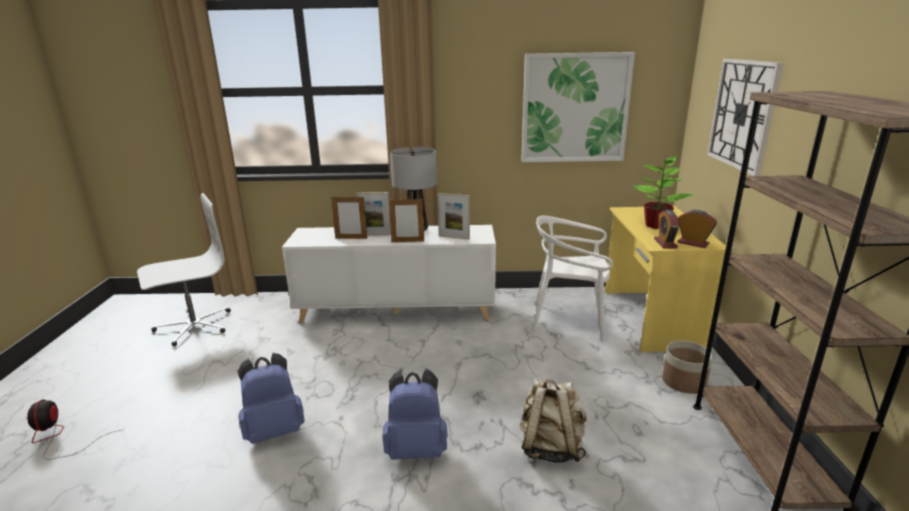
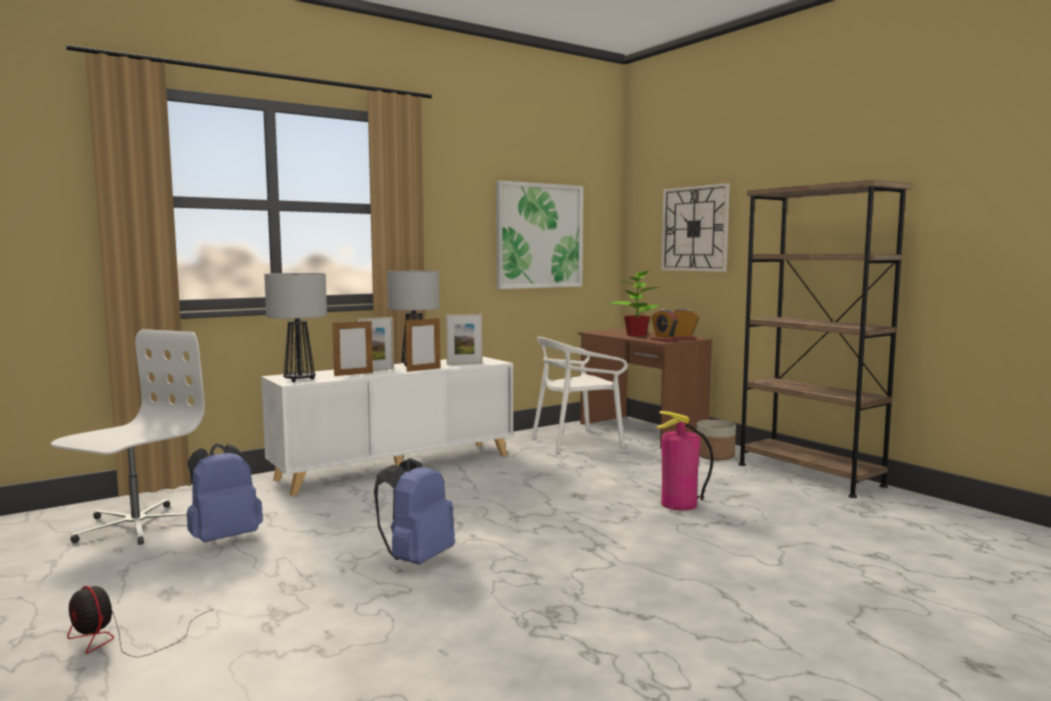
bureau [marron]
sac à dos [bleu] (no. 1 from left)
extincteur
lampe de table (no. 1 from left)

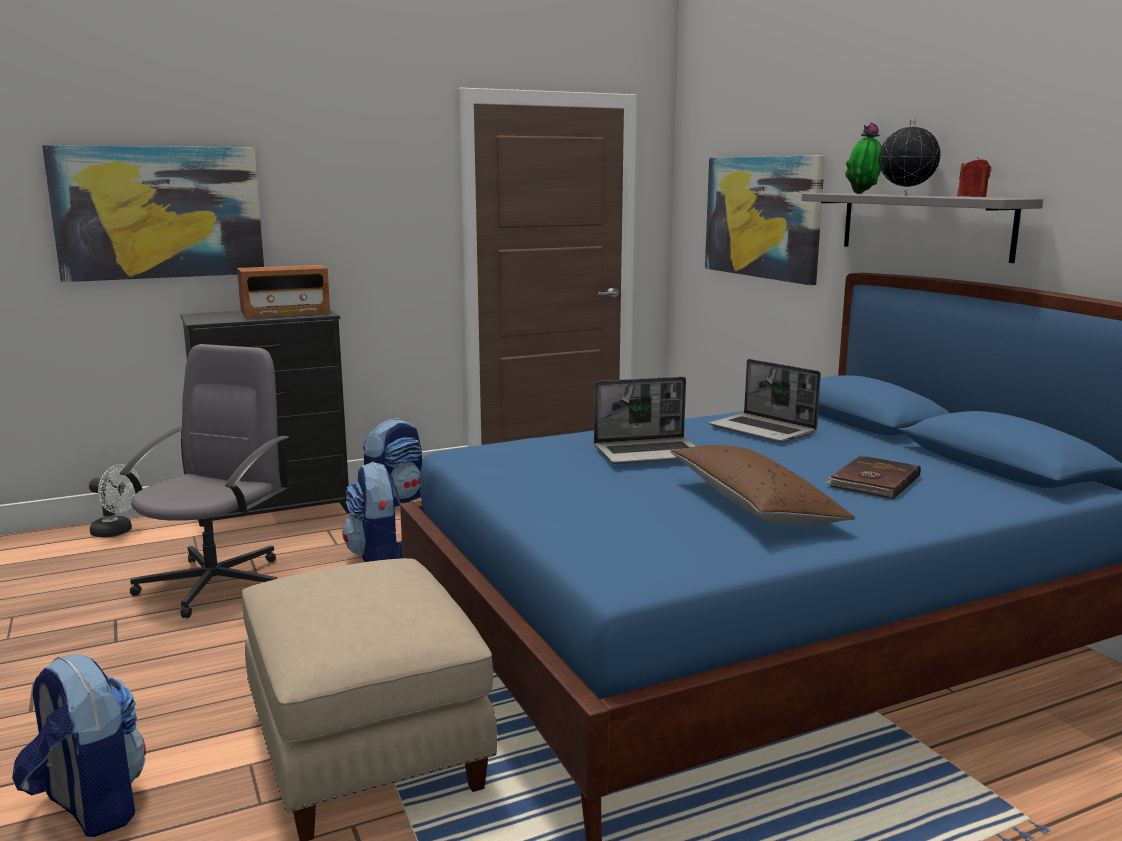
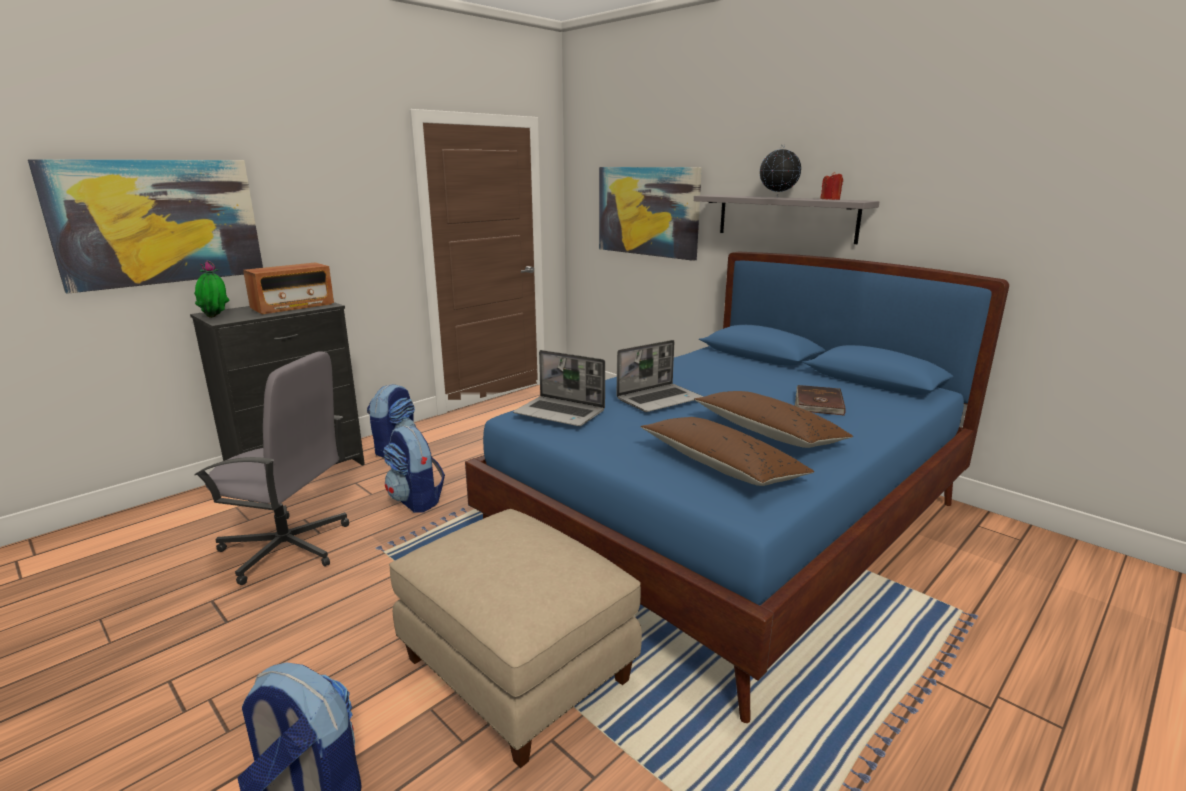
plante en pot
chaise de bureau [gris]
ordinateur portable (no. 1 from left)
ventilateur [blanc]
coussin [marron] (no. 1 from left)

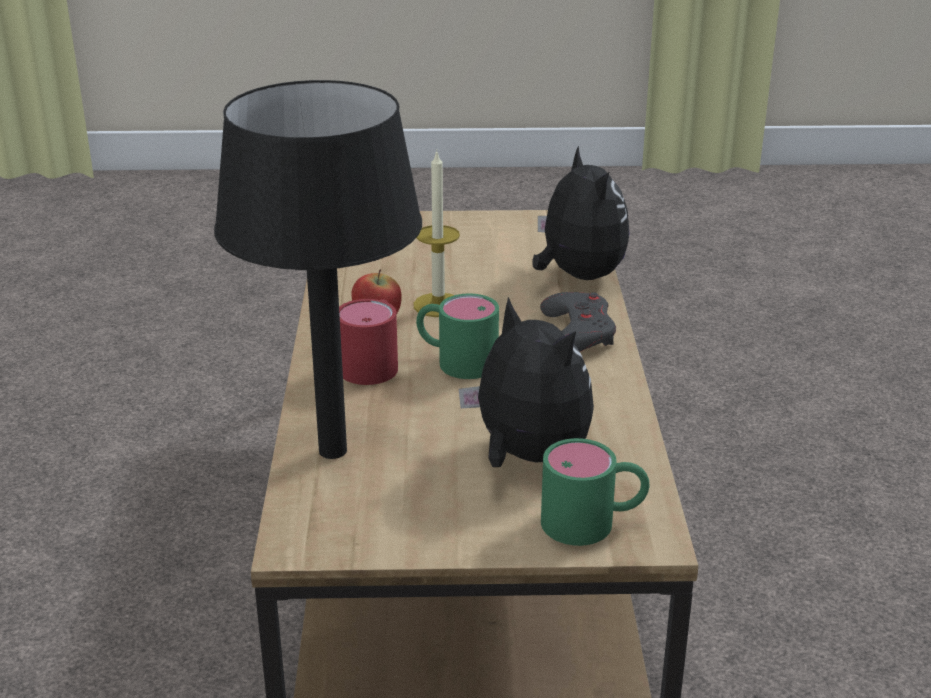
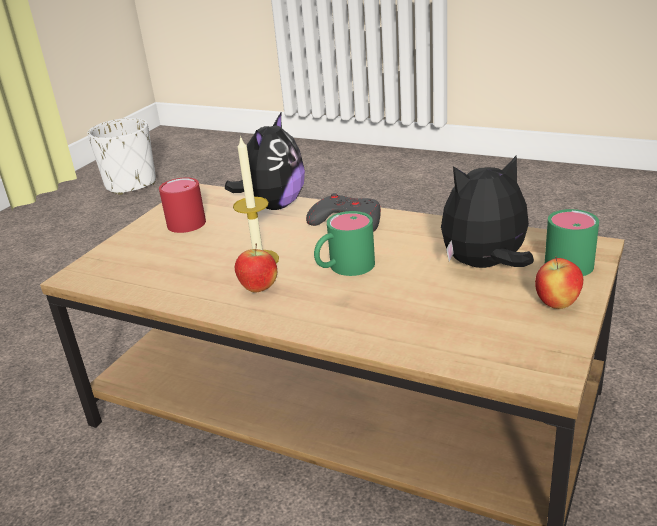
lampe de table [noir]
peluche (no. 1 from left)
mug [rouge]
cache-pot [blanc]
pomme (no. 2 from left)

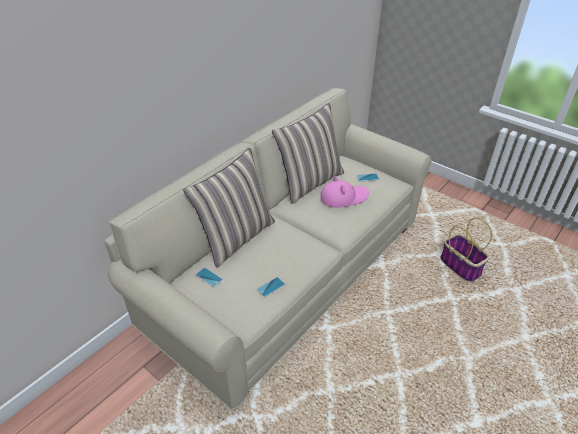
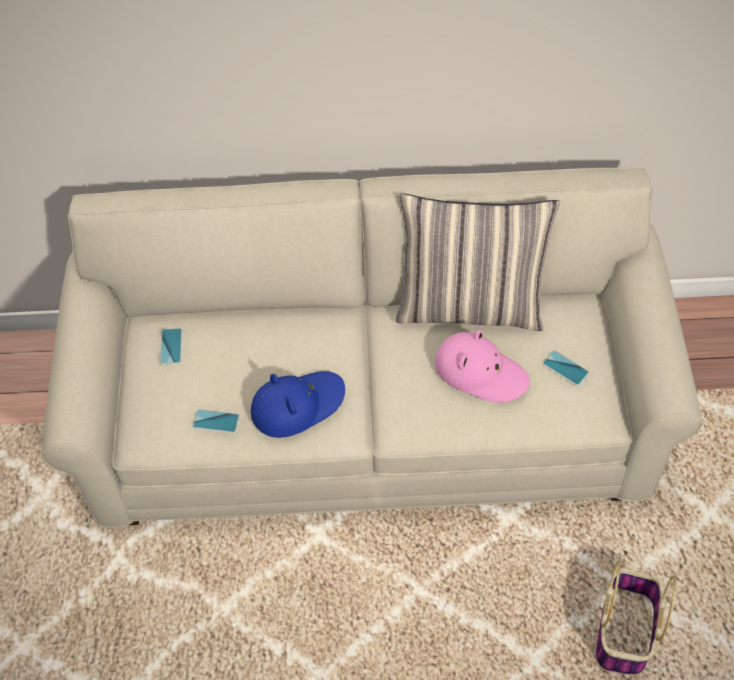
coussin (no. 1 from left in the first image)
chapeau [bleu]

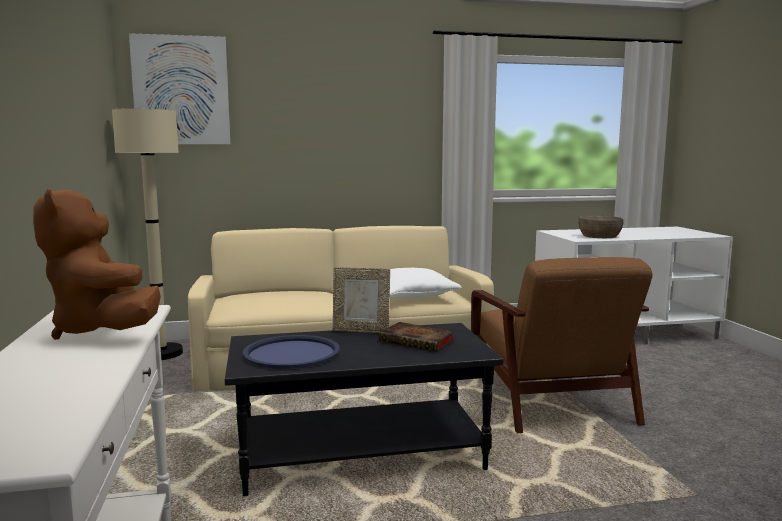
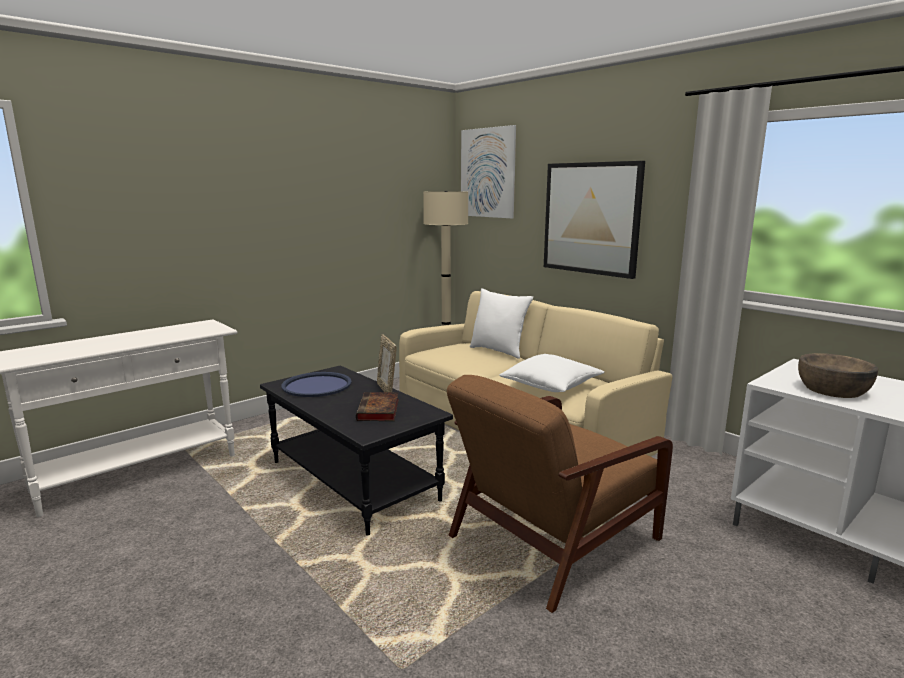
peluche [marron]
tableau (no. 2 from left)
coussin [blanc] (no. 1 from left)

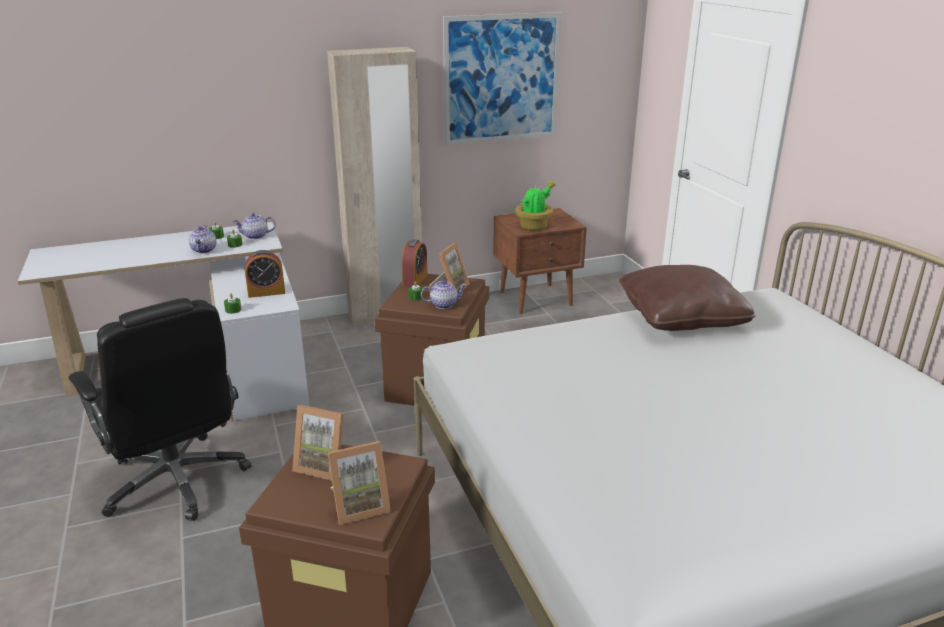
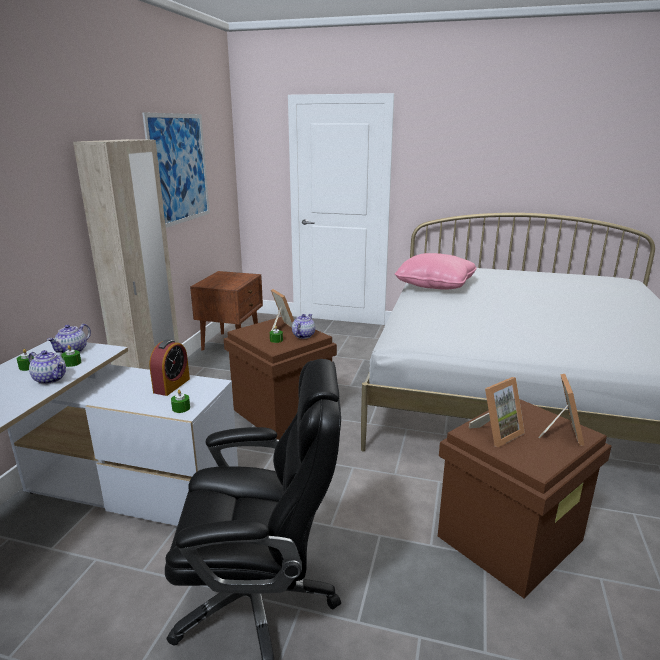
plante en pot
réveil (no. 2 from left in the first image)
coussin [rose]

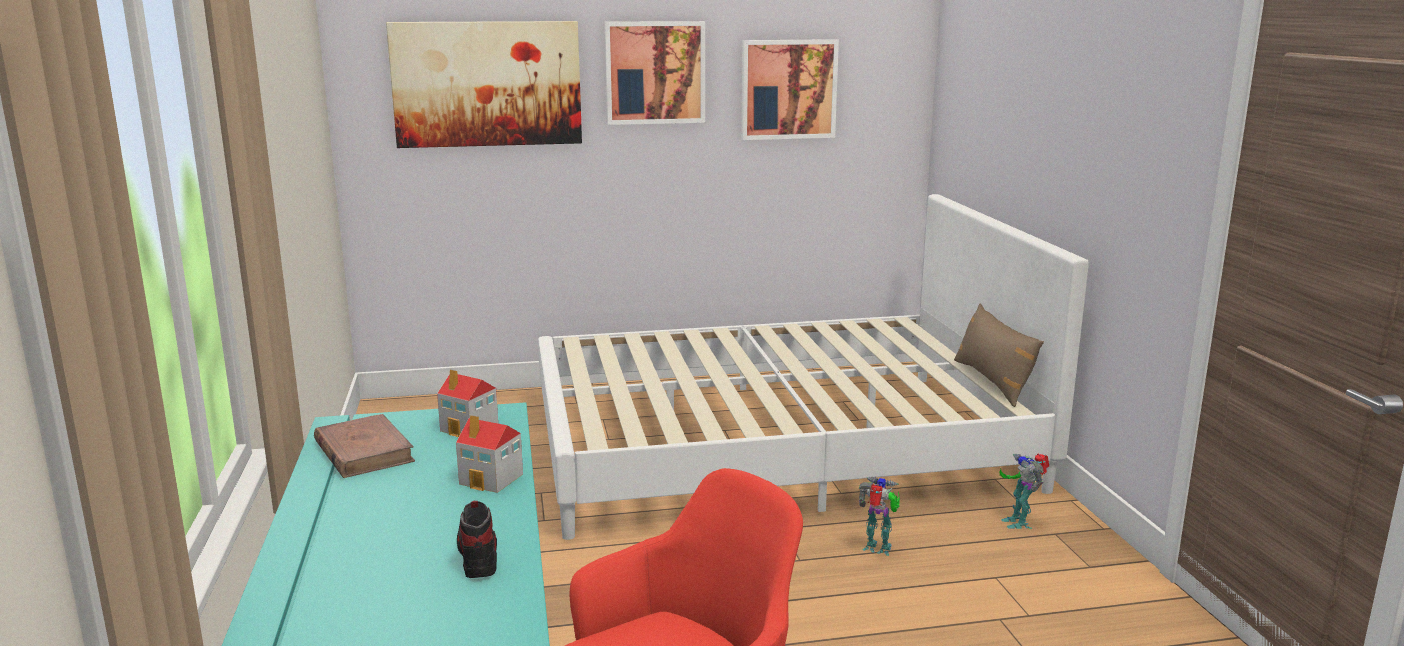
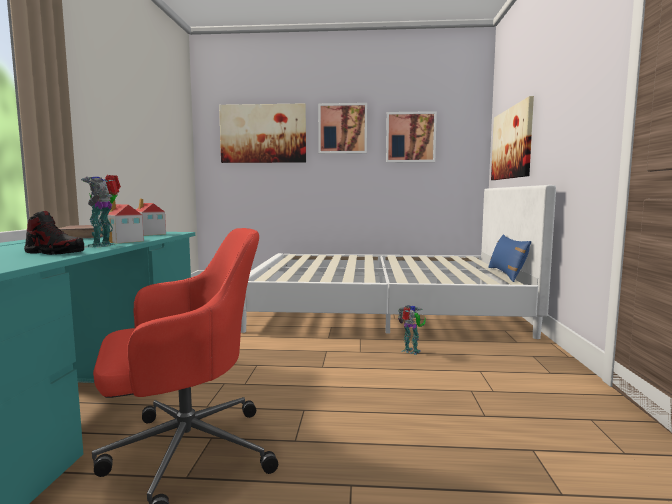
coussin [bleu]
robot jouet (no. 1 from left)
chaussure
tableau (no. 4 from left)

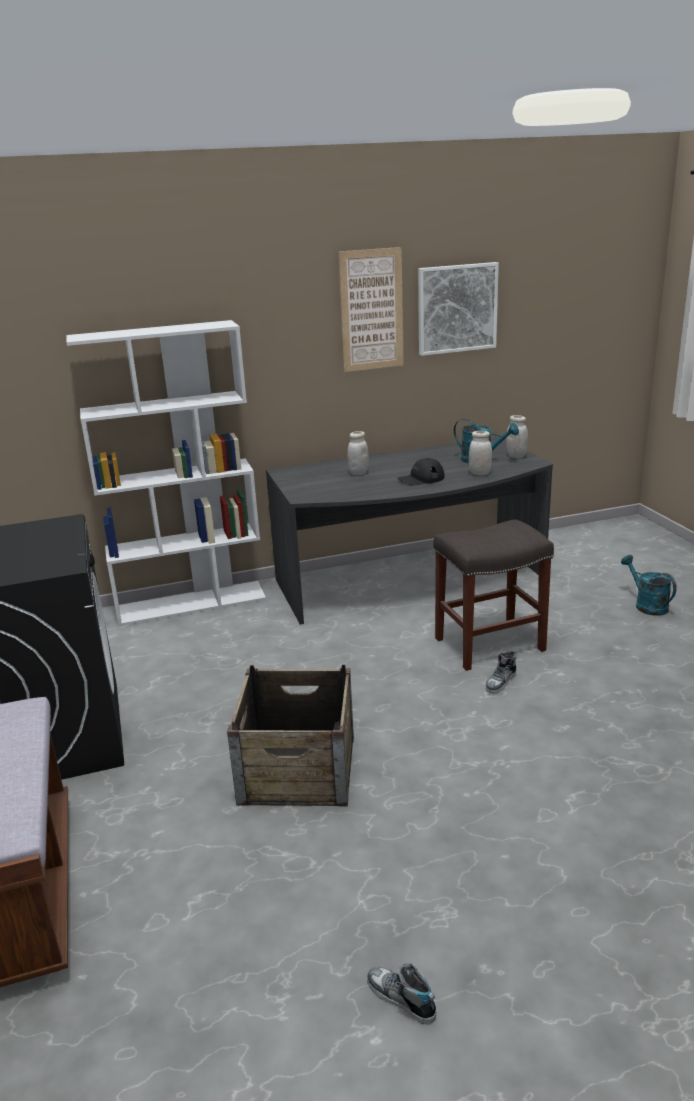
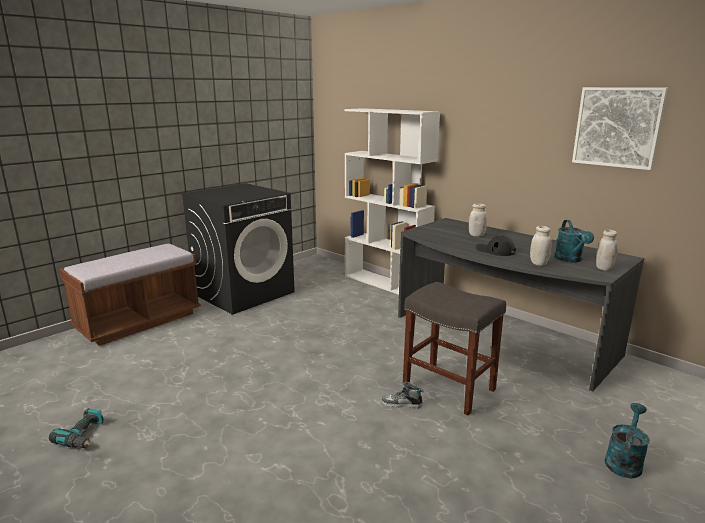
tableau (no. 1 from left in the first image)
caisse
perceuse

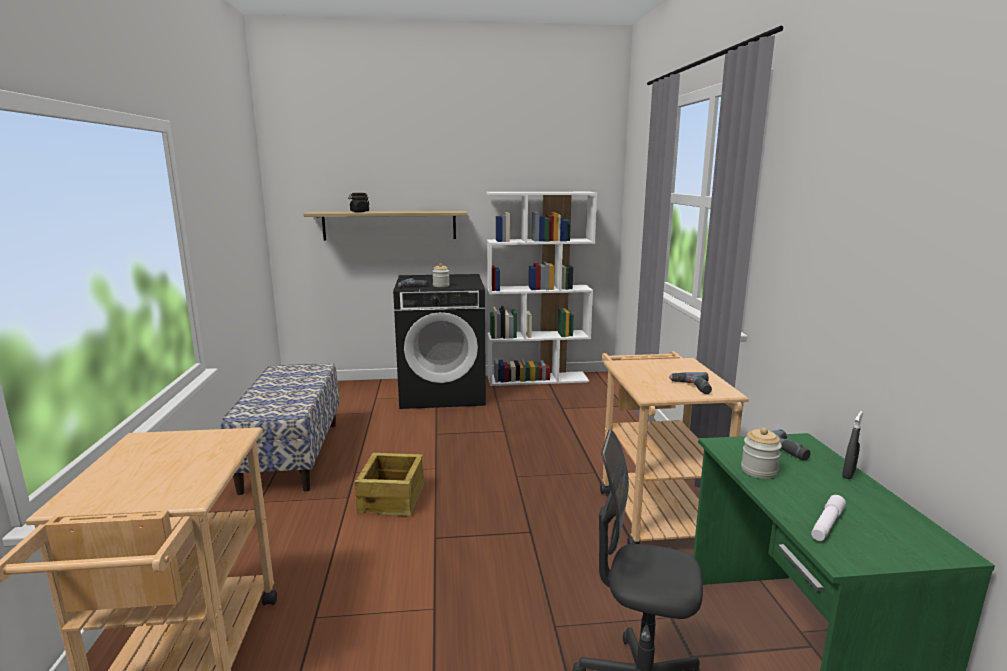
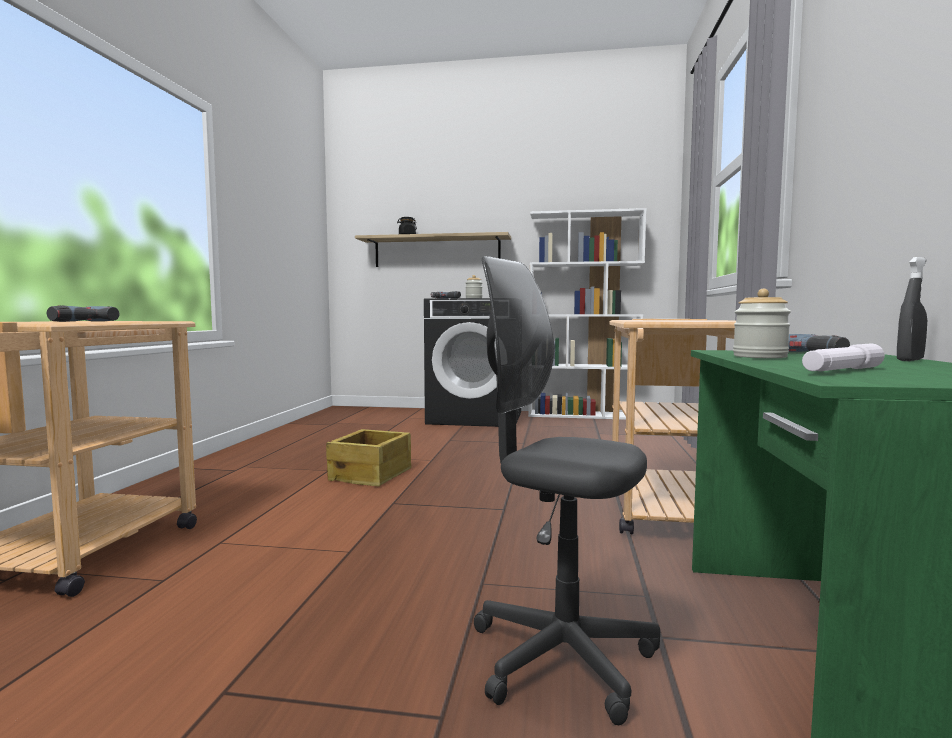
banc
perceuse (no. 1 from left)

